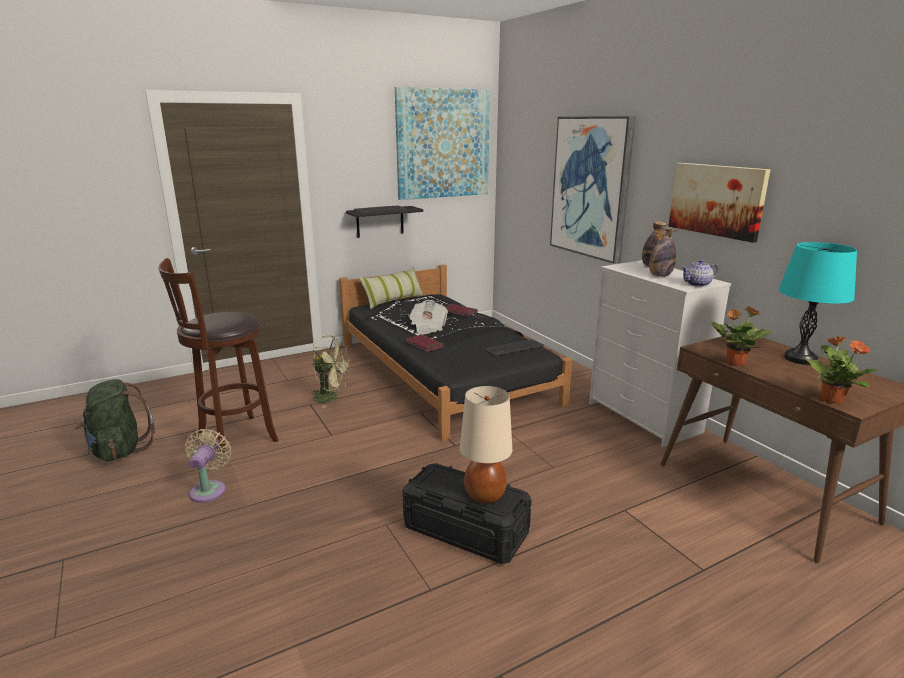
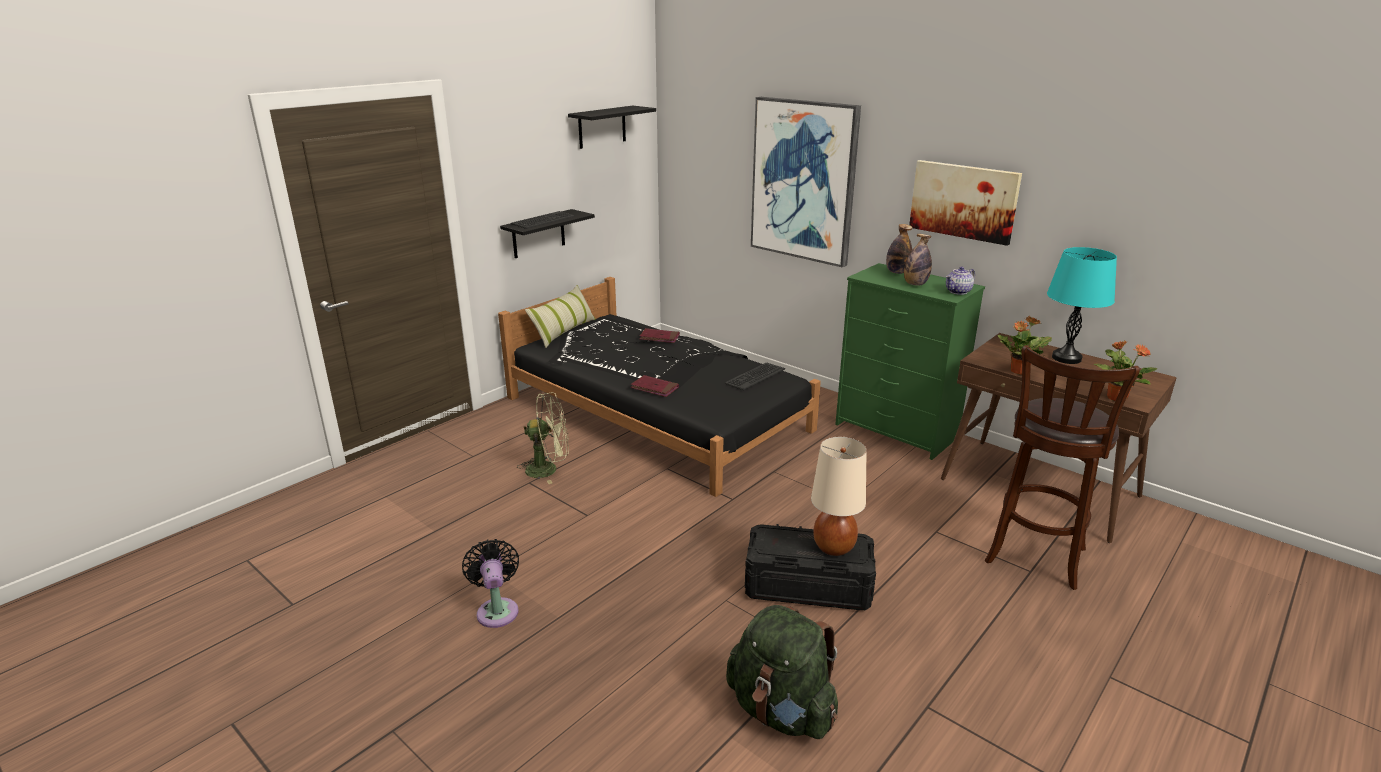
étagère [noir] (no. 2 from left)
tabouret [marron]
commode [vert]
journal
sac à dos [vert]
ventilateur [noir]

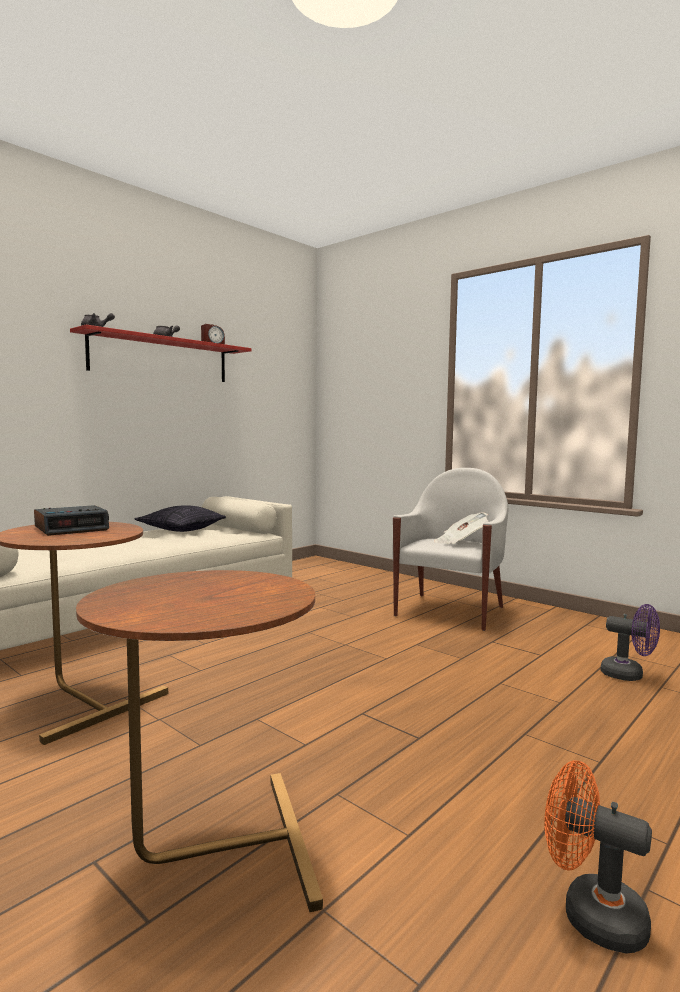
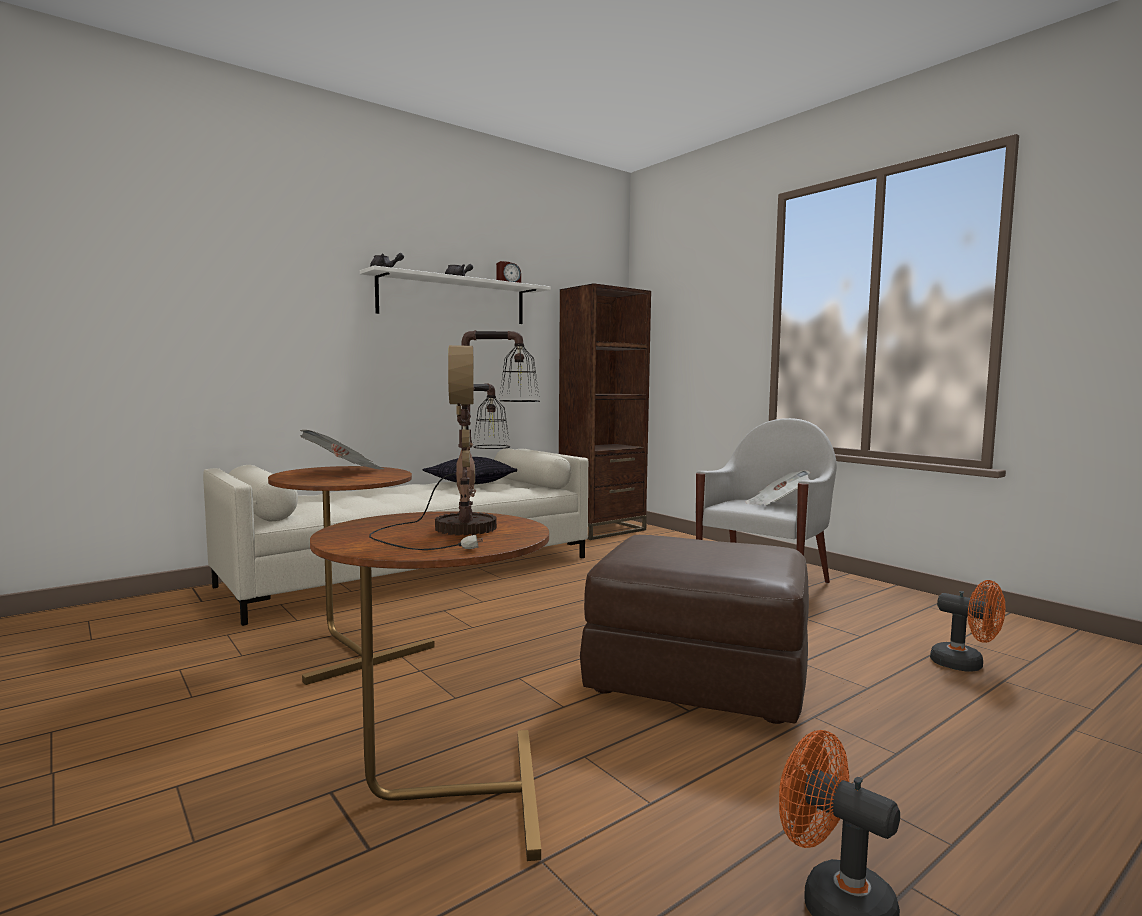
étagère [blanc]
journal (no. 1 from left)
ventilateur [orange] (no. 2 from left)
bibliothèque [marron]
lampe de table
pouf [marron]

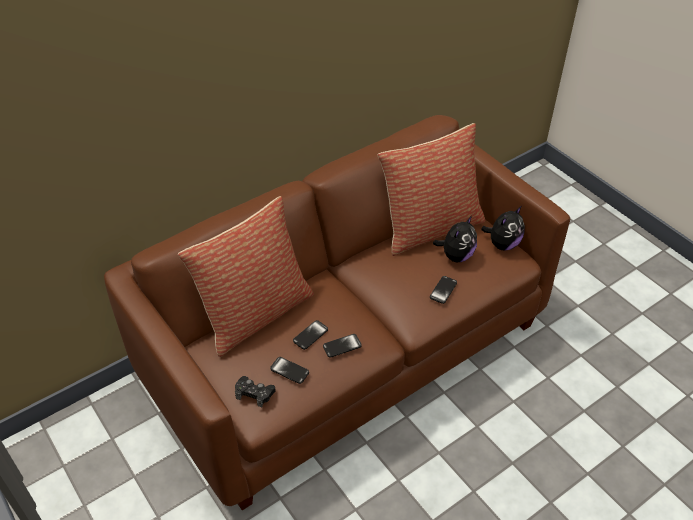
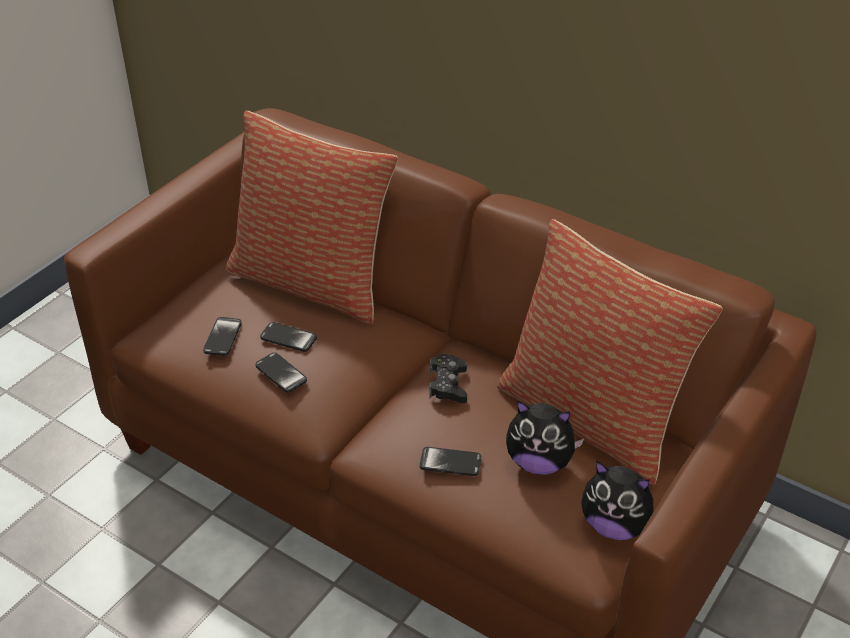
manette [noir]

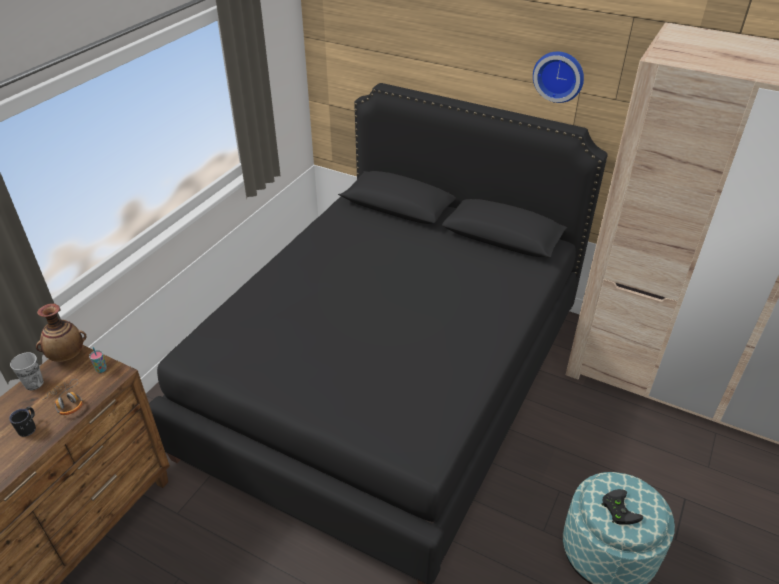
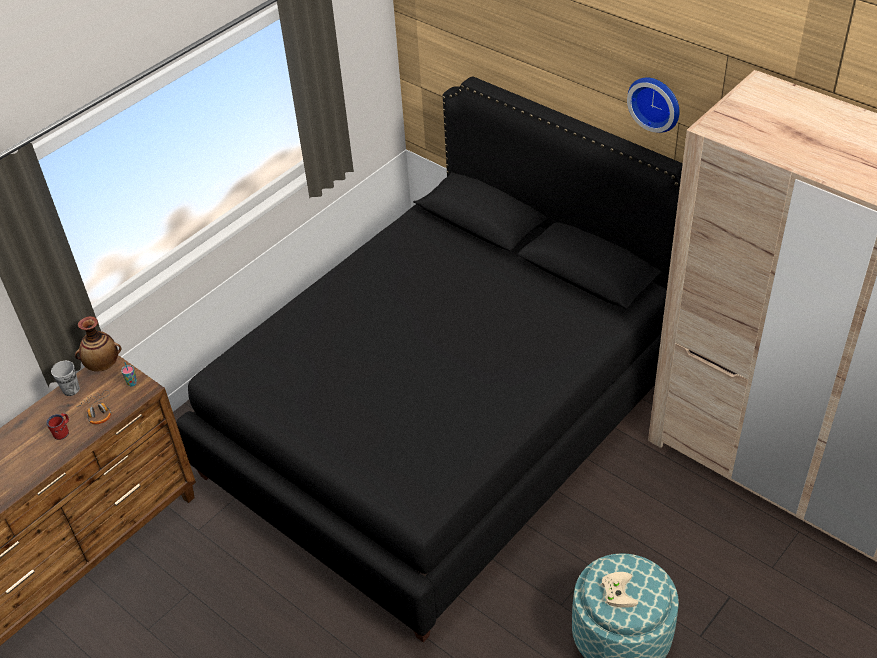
mug [rouge]
manette [beige]

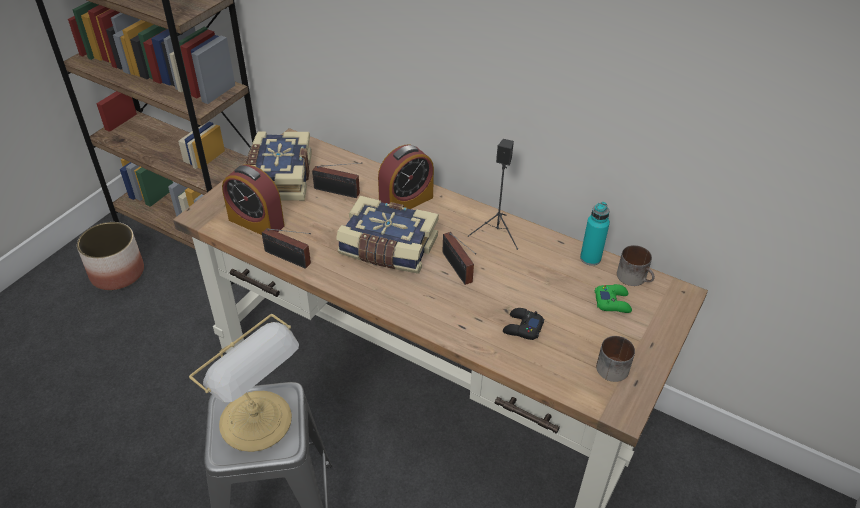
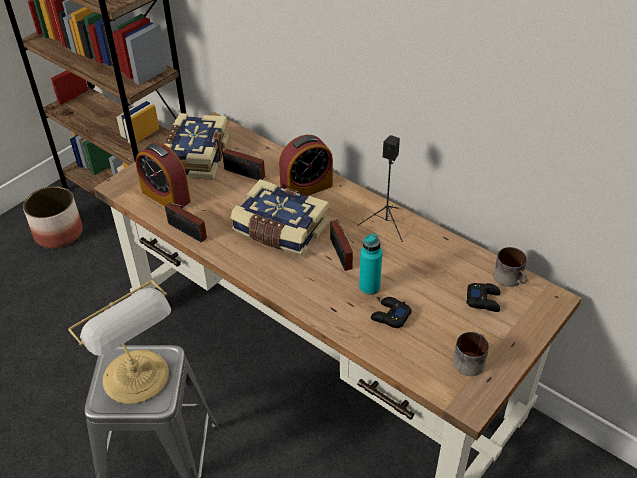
bouteille [turquoise]
manette [noir] (no. 2 from left)

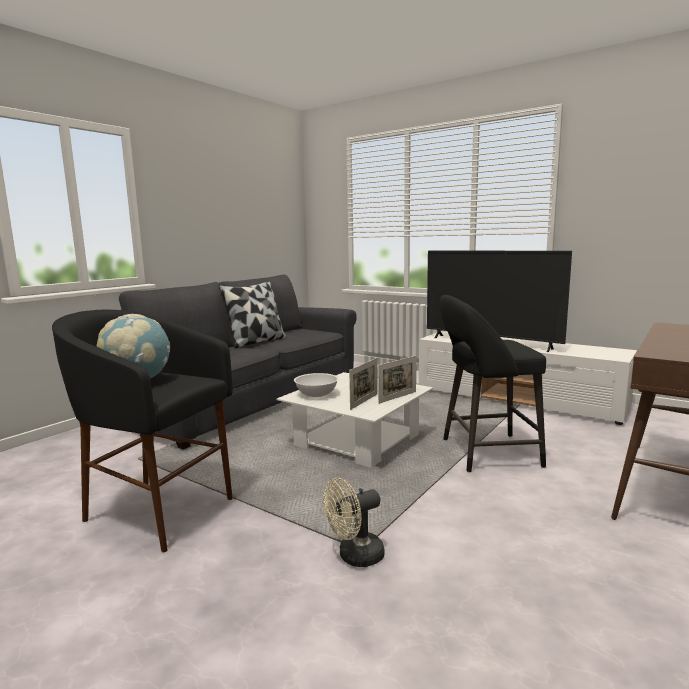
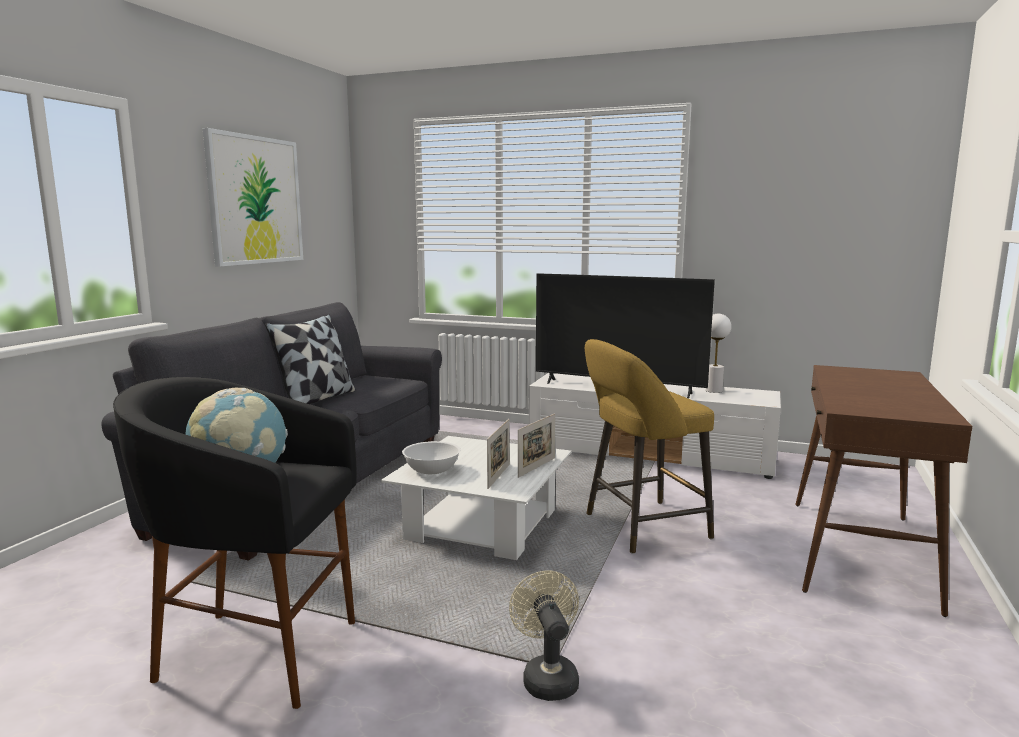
tabouret [jaune]
ventilateur [beige]
tableau
lampe de table [blanc]

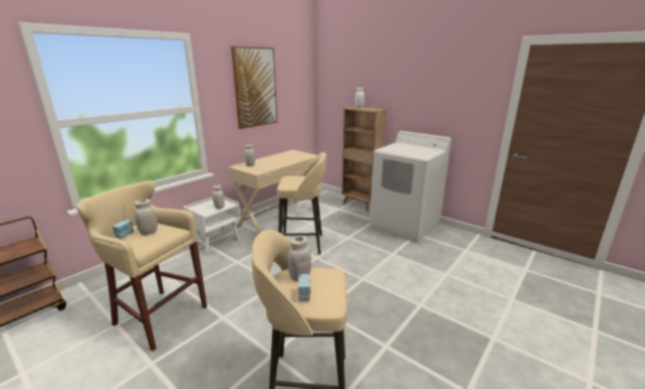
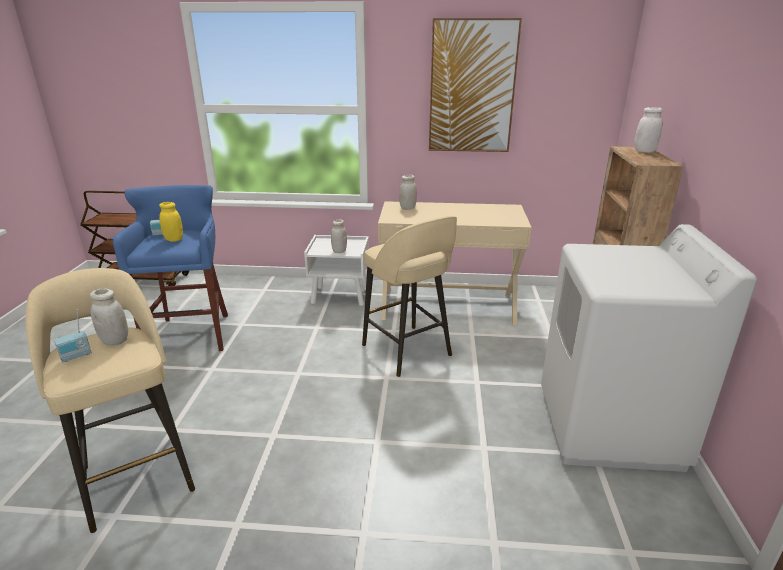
tabouret [bleu]
bocal [jaune]

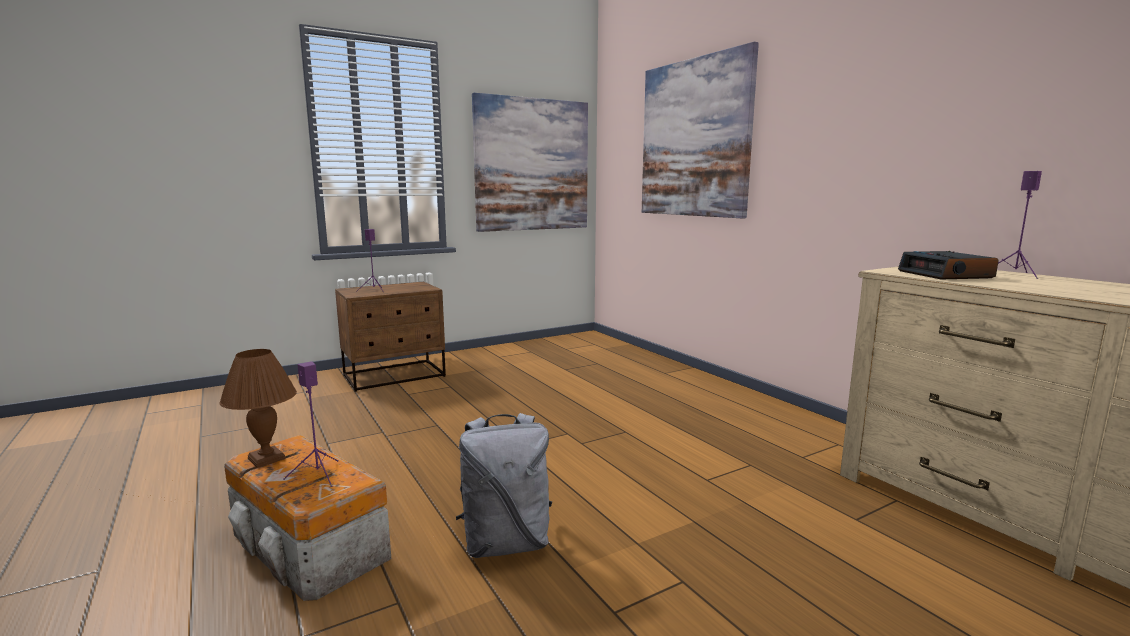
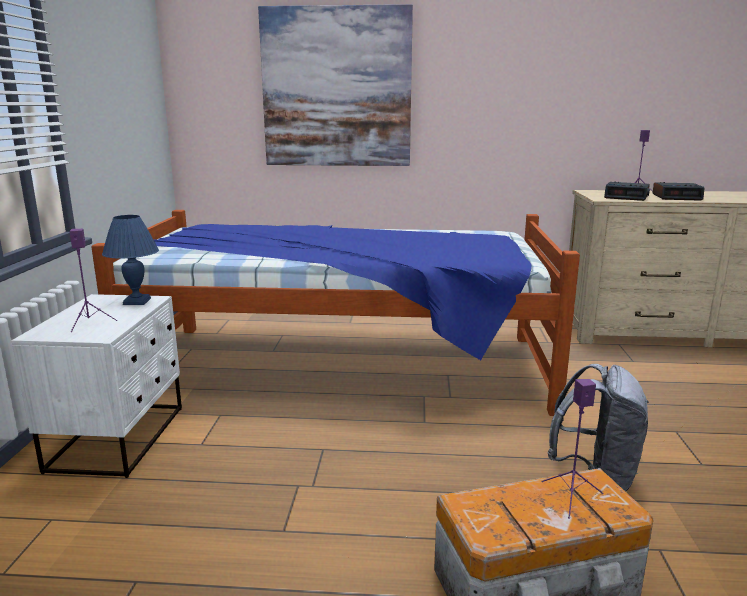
tableau (no. 1 from left in the first image)
table de chevet [blanc]
lampe de table [marron]
réveil (no. 2 from left)
lit
lampe de table [bleu]

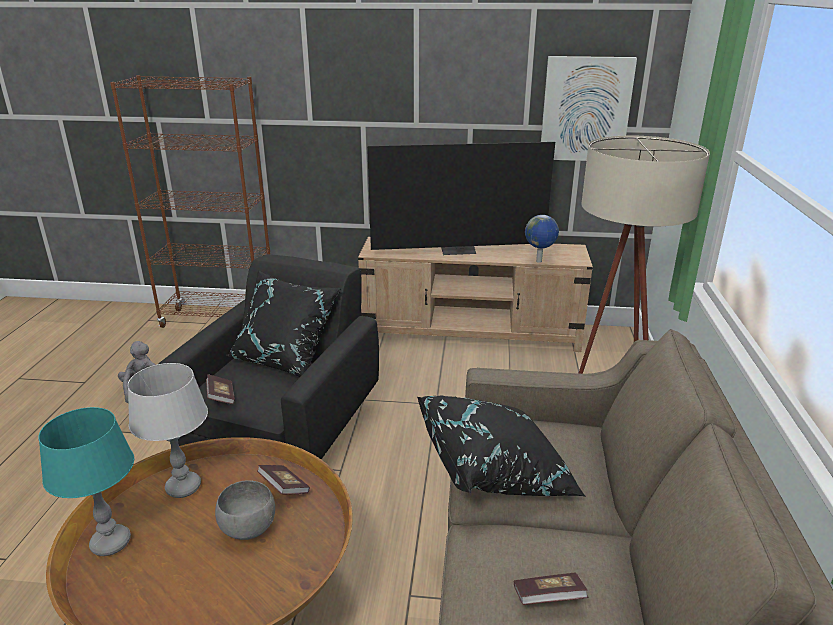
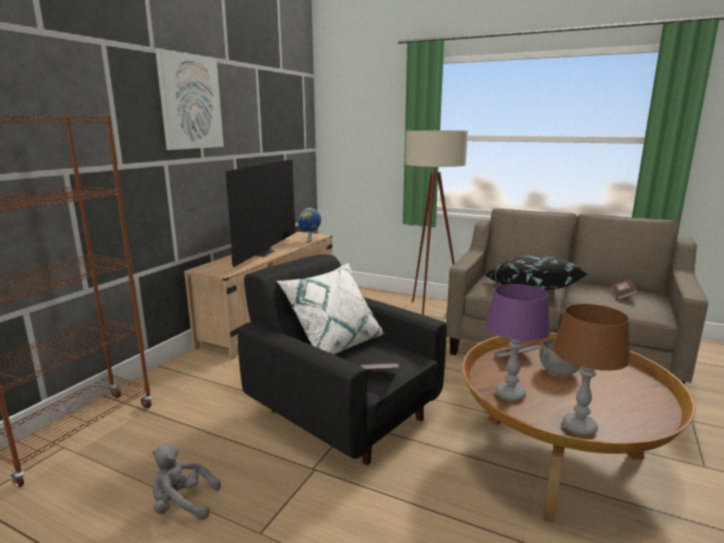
tableau
coussin [blanc]
lampe de table [violet]
lampe de table [marron]

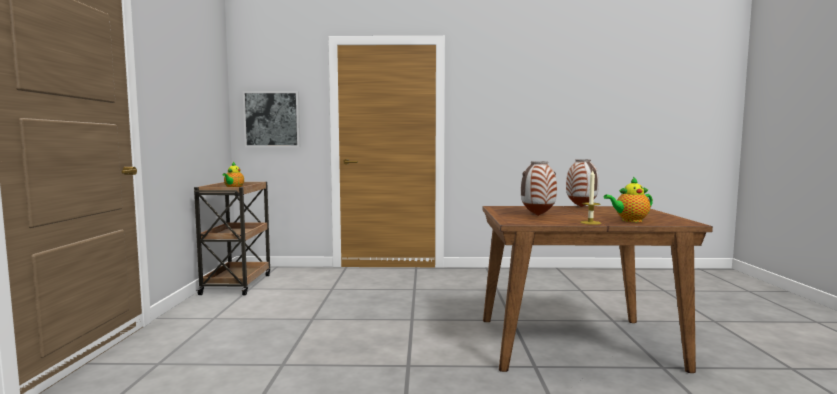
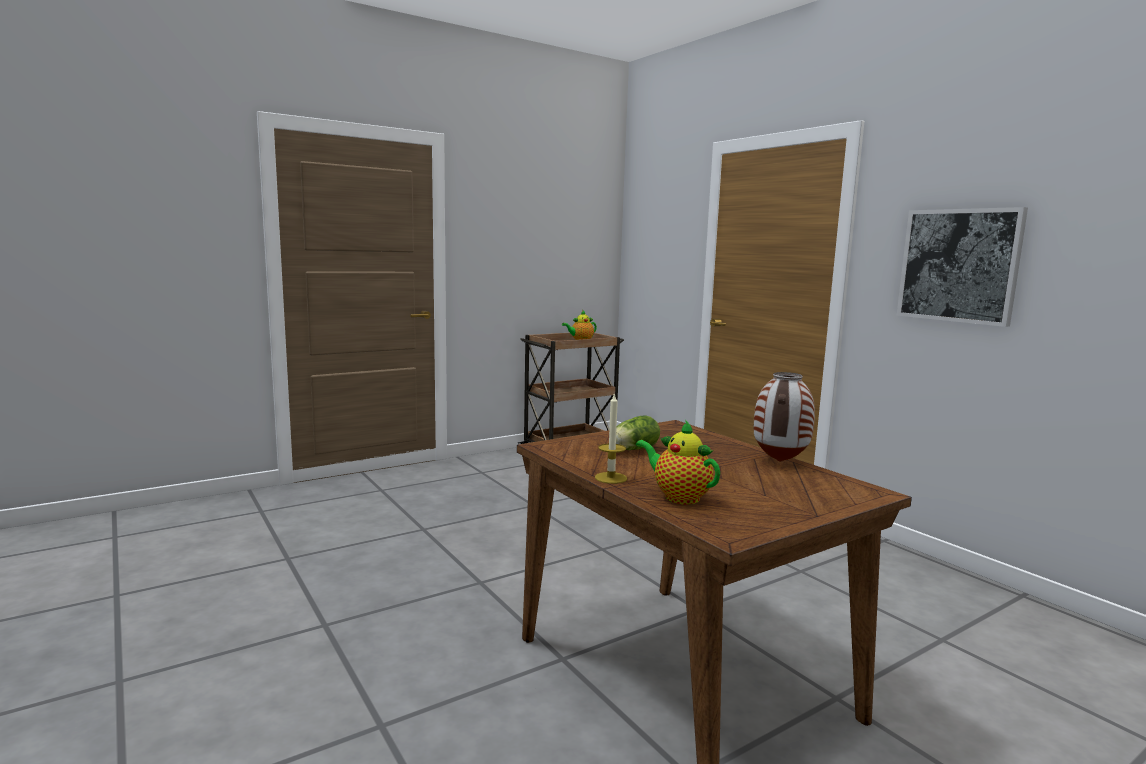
tableau
laitue

